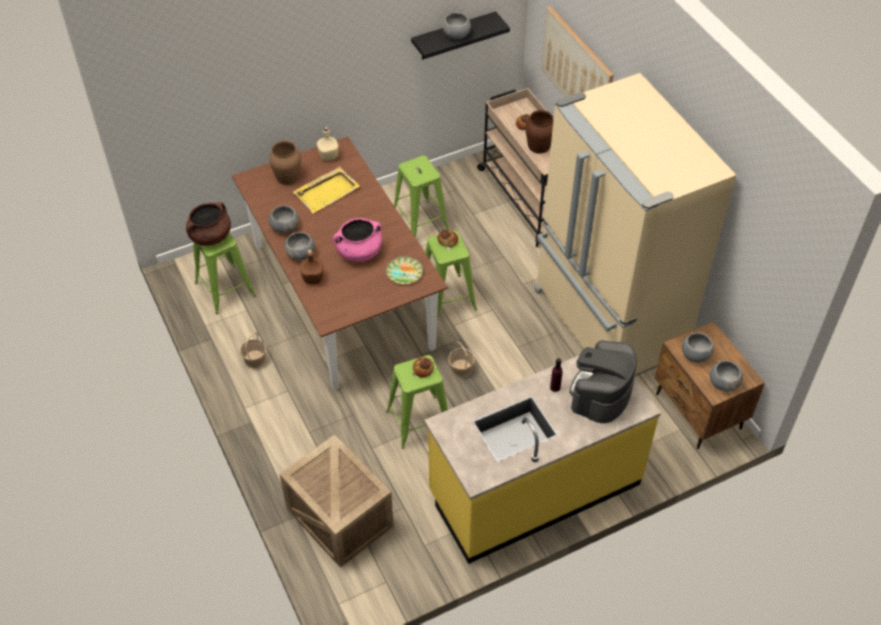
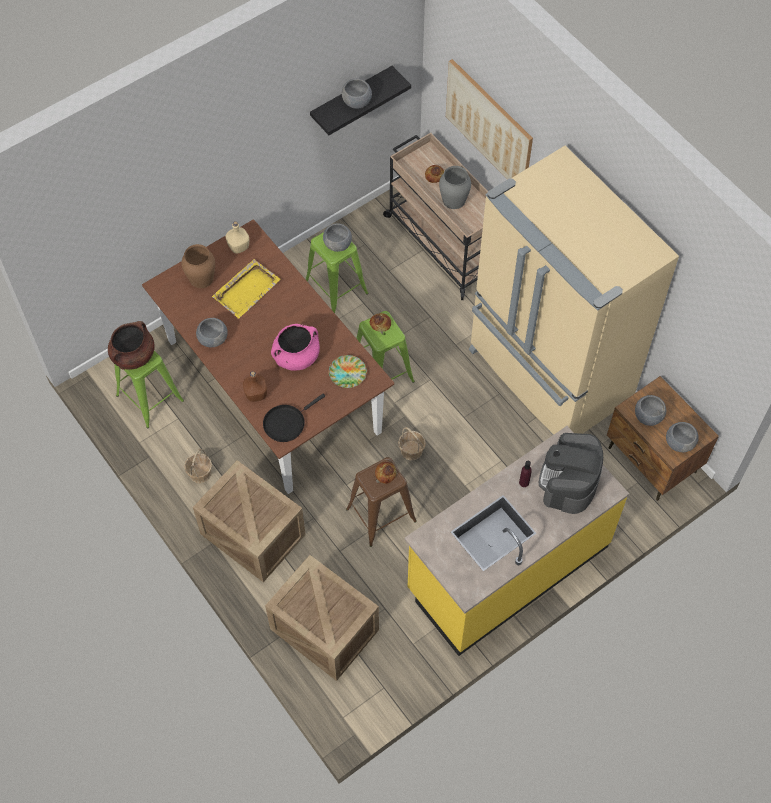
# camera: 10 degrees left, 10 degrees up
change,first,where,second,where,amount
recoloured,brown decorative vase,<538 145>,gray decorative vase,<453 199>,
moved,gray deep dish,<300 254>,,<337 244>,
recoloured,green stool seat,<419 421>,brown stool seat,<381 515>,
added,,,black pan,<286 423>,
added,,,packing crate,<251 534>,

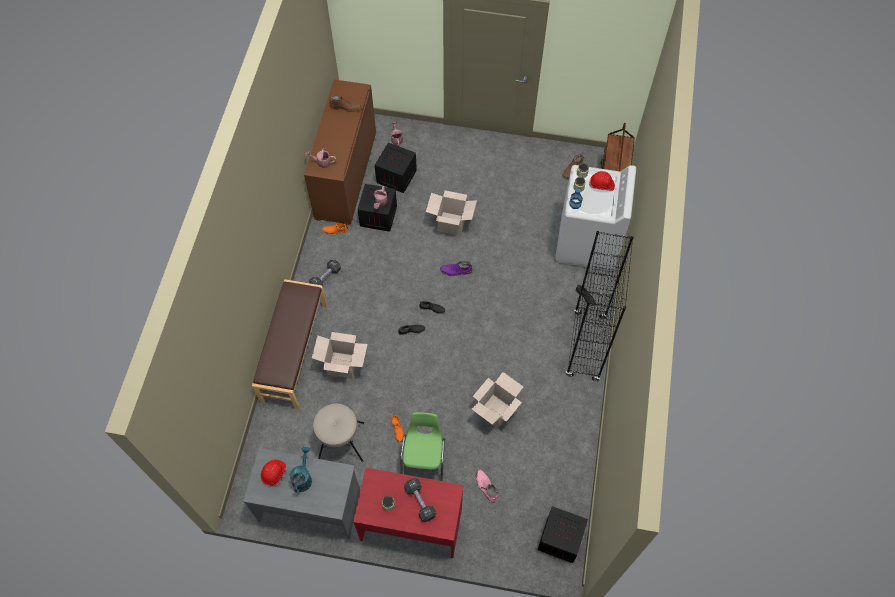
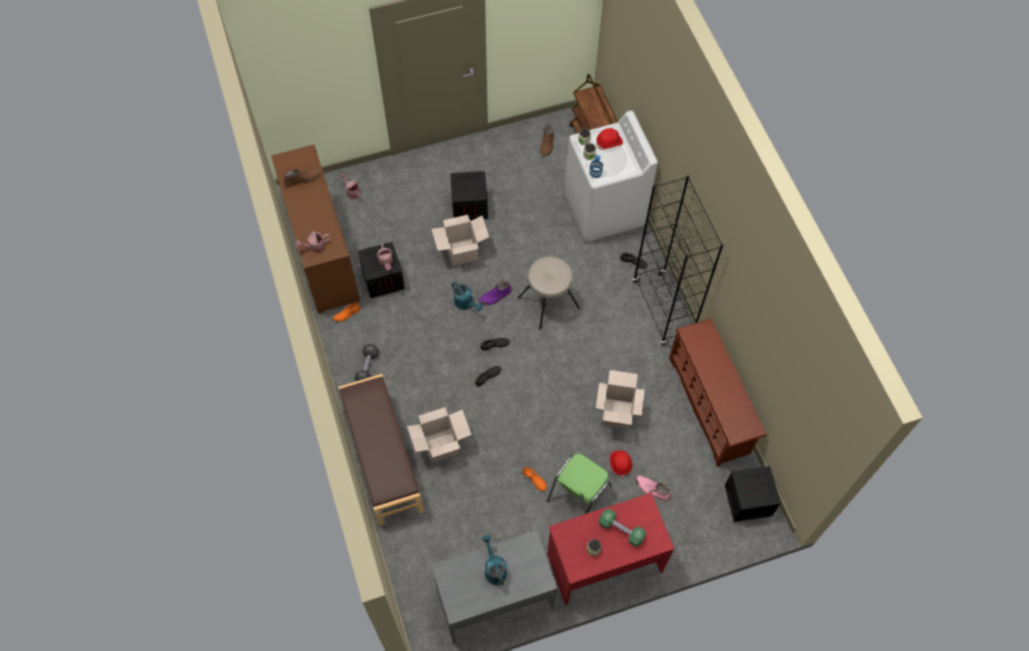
# camera: 30 degrees left, 0 degrees up
change,first,where,second,where,amount
moved,packing crate,<397 176>,,<470 205>,
moved,sand-coloured stool seat,<340 441>,,<548 302>,
turned,green upright chair,<424 458>,,<577 494>,120 degrees counterclockwise
moved,reddish hard hat,<274 473>,,<620 464>,
recoloured,black dumbbell,<420 502>,green dumbbell,<621 530>,
added,,,turquoise watering can,<466 304>,
added,,,brown shoe rack,<710 406>,

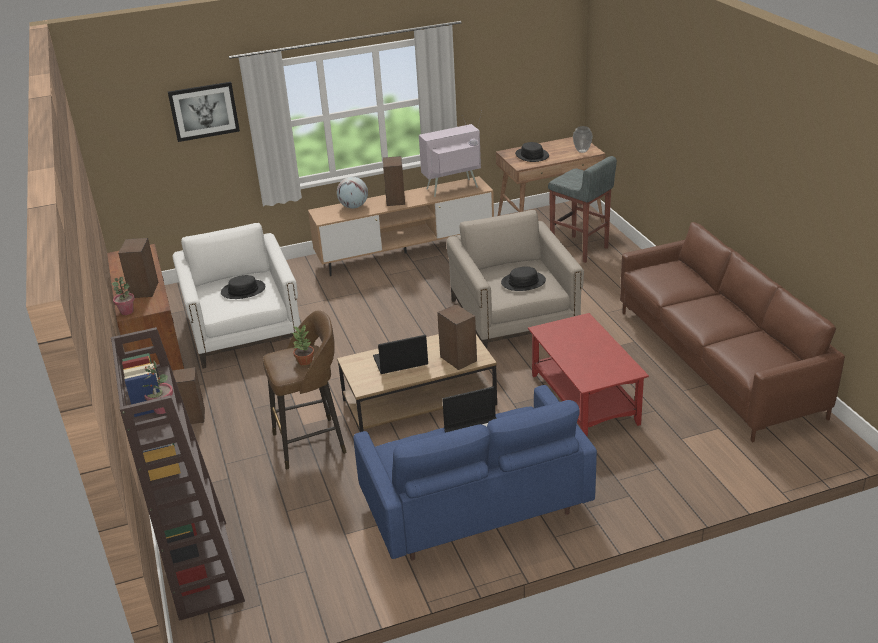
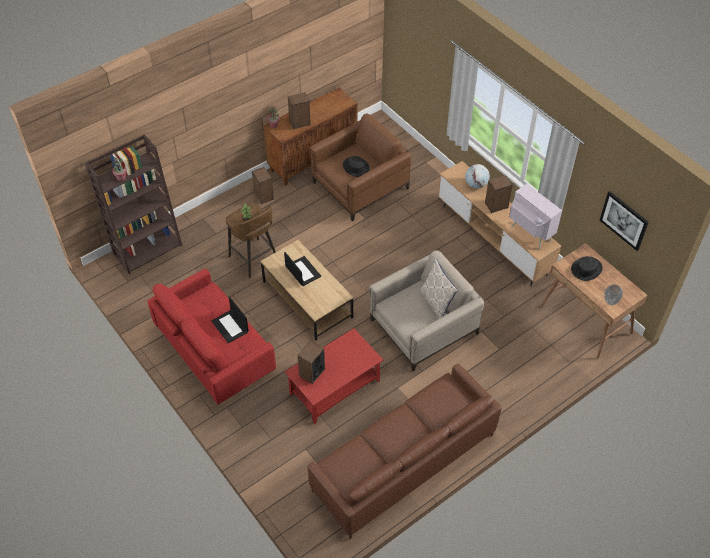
# camera: 70 degrees right, 20 degrees up
change,first,where,second,where,amount
moved,wall picture,<204 111>,,<624 220>,
removed,gray stool seat,<579 249>,,,
recoloured,white easy chair,<244 330>,brown easy chair,<360 186>,
removed,black wearable hat,<523 282>,,,
moved,audio speaker,<458 359>,,<312 372>,
recoloured,blue settee,<474 508>,reddish settee,<215 351>,
added,,,cushion,<436 302>,

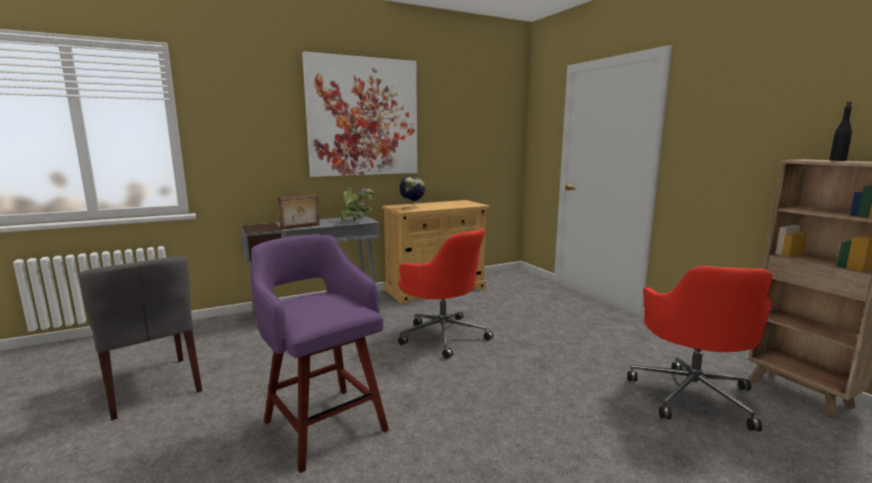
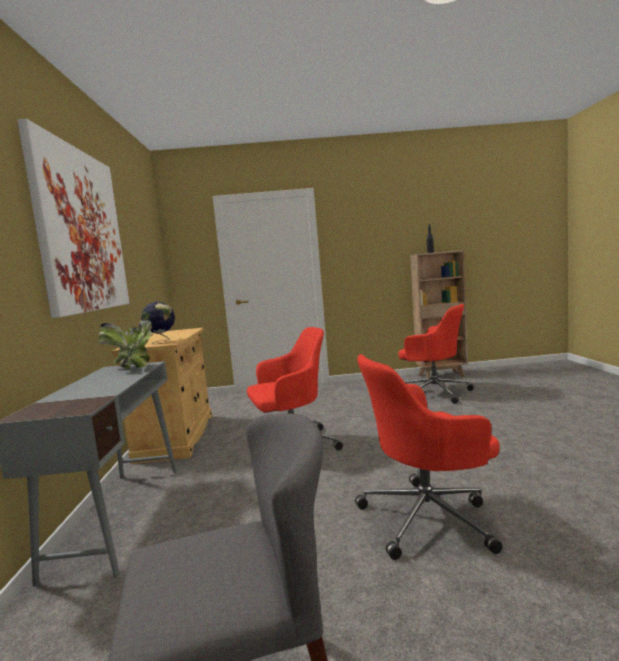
# camera: 65 degrees left, 5 degrees down
change,first,where,second,where,amount
removed,standing frame,<300 227>,,,
replaced,purple stool seat,<323 424>,reddish office chair,<429 518>,

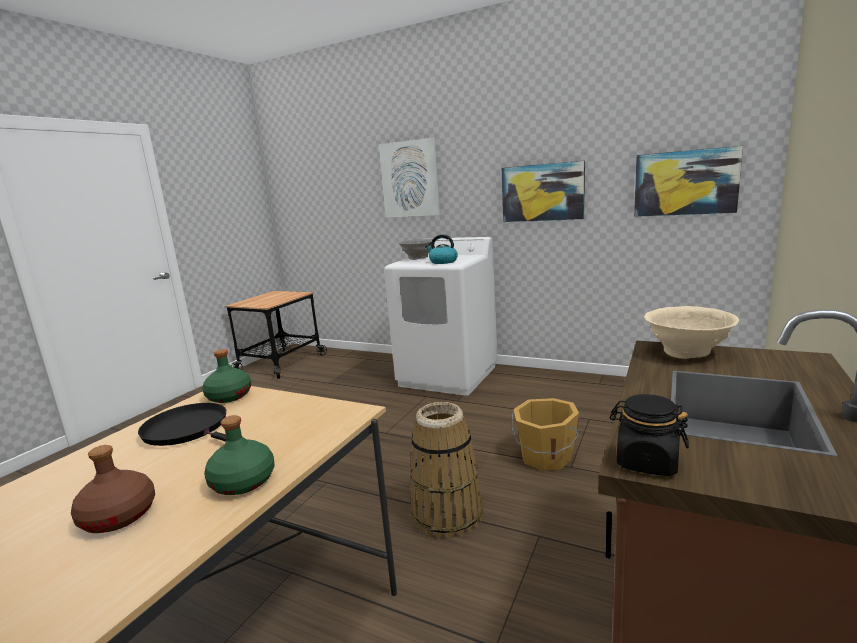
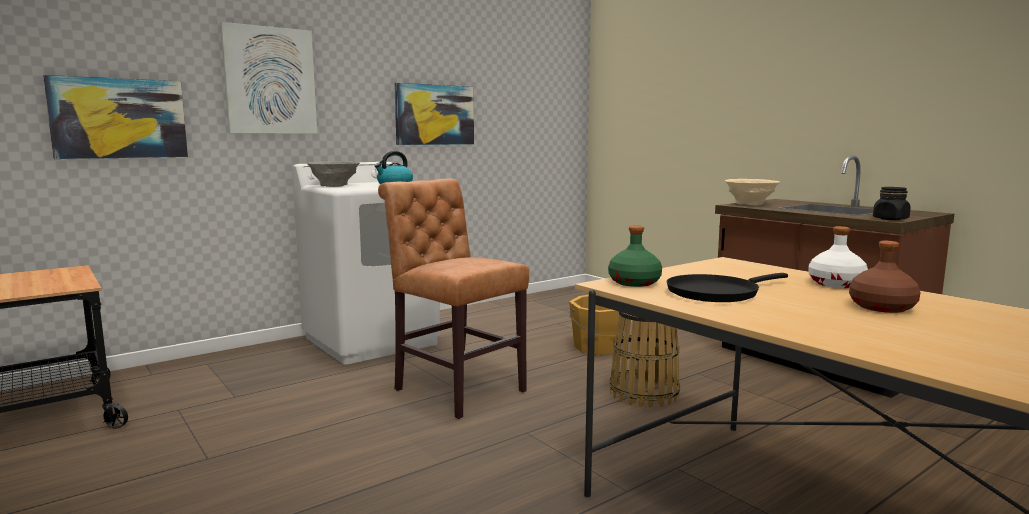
# camera: 65 degrees left, 5 degrees down
change,first,where,second,where,amount
moved,wall picture,<685 183>,,<119 118>,
recoloured,green beverage bottle,<242 482>,white beverage bottle,<837 284>,
added,,,brown upright chair,<455 389>,

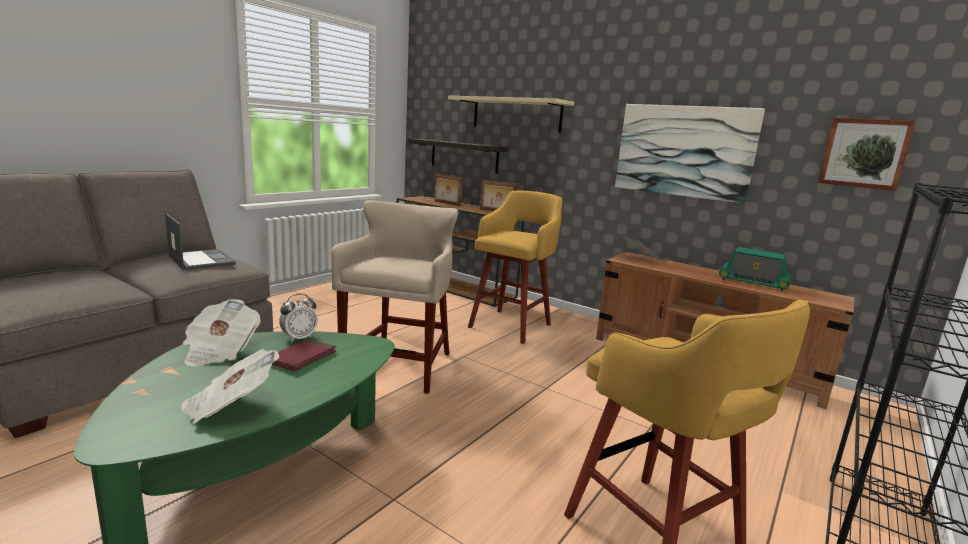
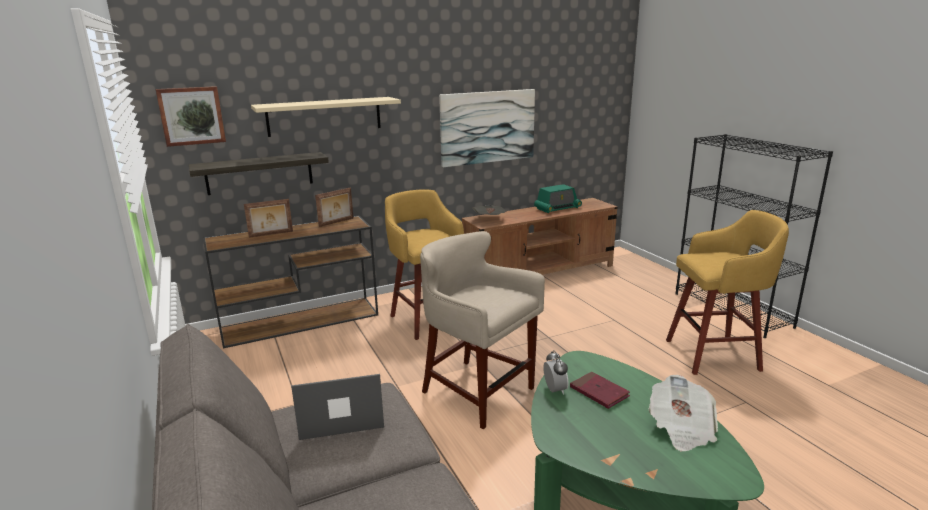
# camera: 60 degrees left, 5 degrees up
change,first,where,second,where,amount
moved,wall picture,<864 153>,,<191 116>,
removed,daily paper,<220 351>,,,

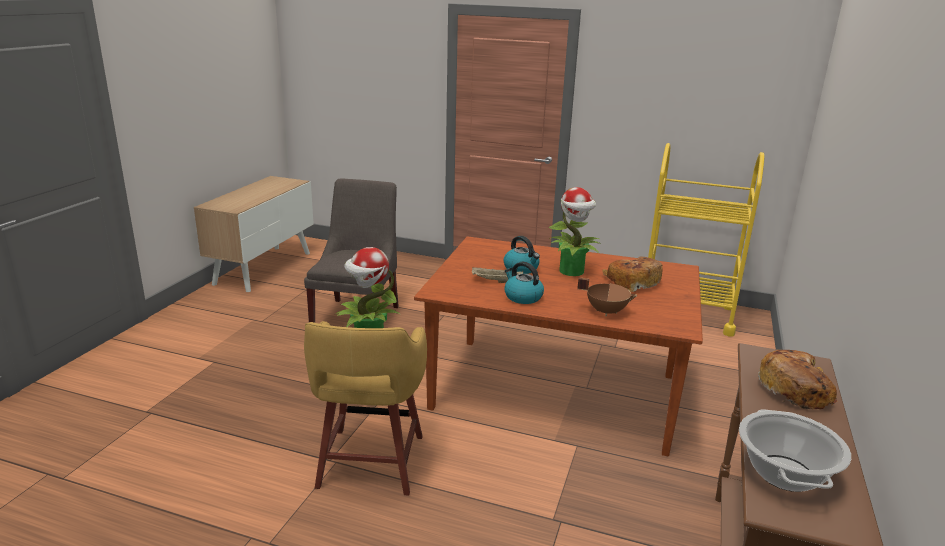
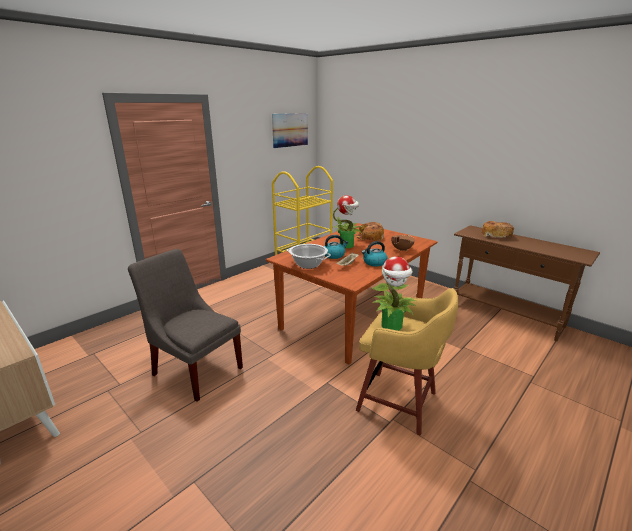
# camera: 65 degrees left, 0 degrees up
change,first,where,second,where,amount
moved,stockpot,<784 473>,,<308 264>,
added,,,wall picture,<290 130>,

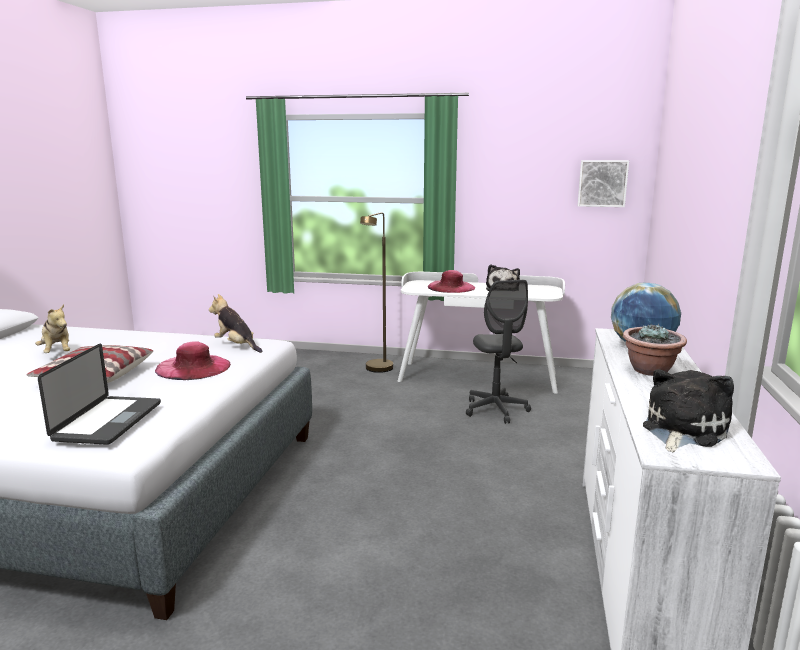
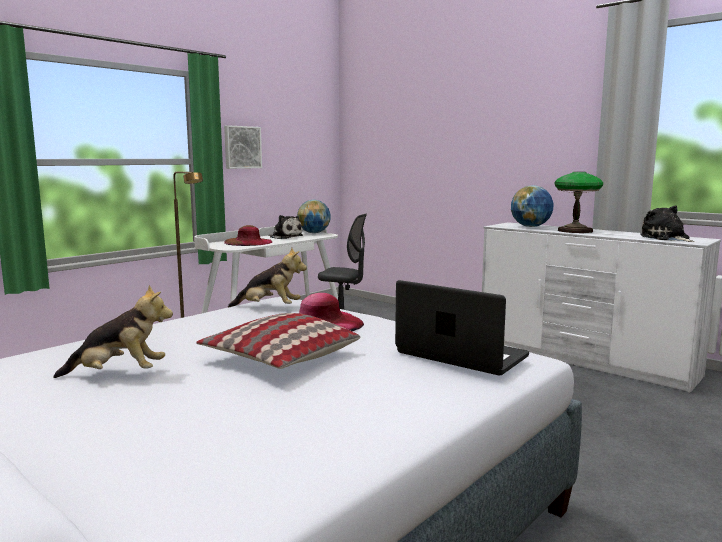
# camera: 60 degrees left, 5 degrees down
change,first,where,second,where,amount
moved,wall picture,<602 183>,,<242 147>,
recoloured,pinkish wearable hat,<451 287>,brown wearable hat,<248 242>,
turned,plush toy,<236 346>,,<269 308>,150 degrees counterclockwise
replaced,houseplant,<650 370>,table lamp,<575 231>,
added,,,desk globe,<314 233>,

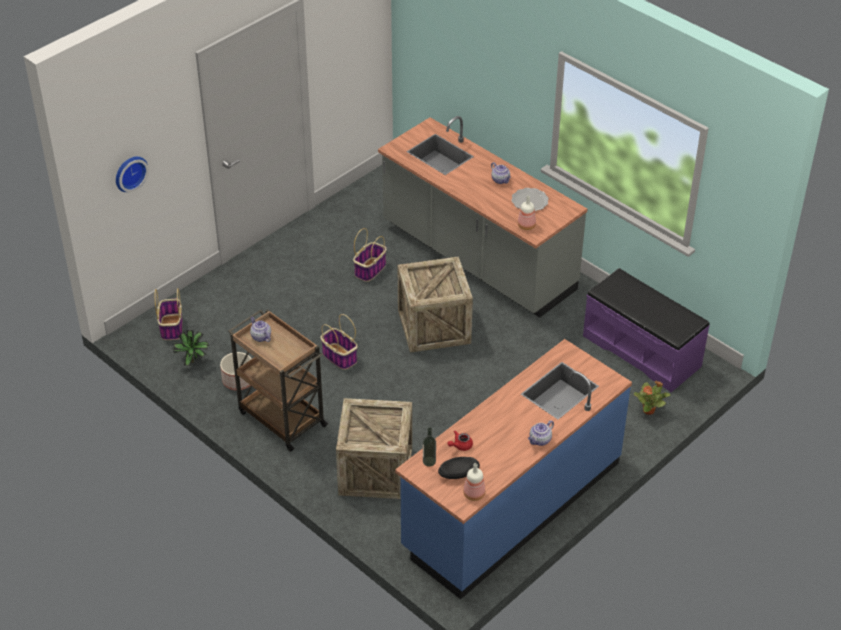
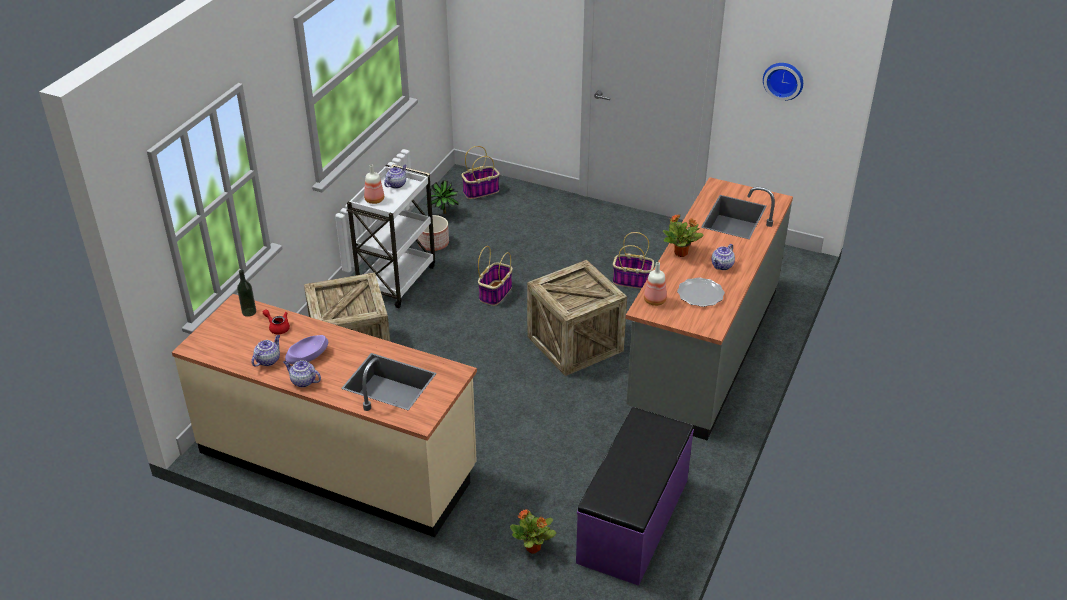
# camera: 70 degrees right, 5 degrees down
change,first,where,second,where,amount
moved,wall clock,<129 172>,,<783 80>,
recoloured,brown wheeled cart,<281 418>,white wheeled cart,<397 279>,
recoloured,blue kitchen counter,<511 505>,sand-coloured kitchen counter,<338 461>,
removed,black deep dish,<458 473>,,,
moved,beverage bottle,<474 495>,,<374 200>,
added,,,houseplant,<681 253>,
added,,,teapot,<268 360>,
added,,,purple deep dish,<308 356>,

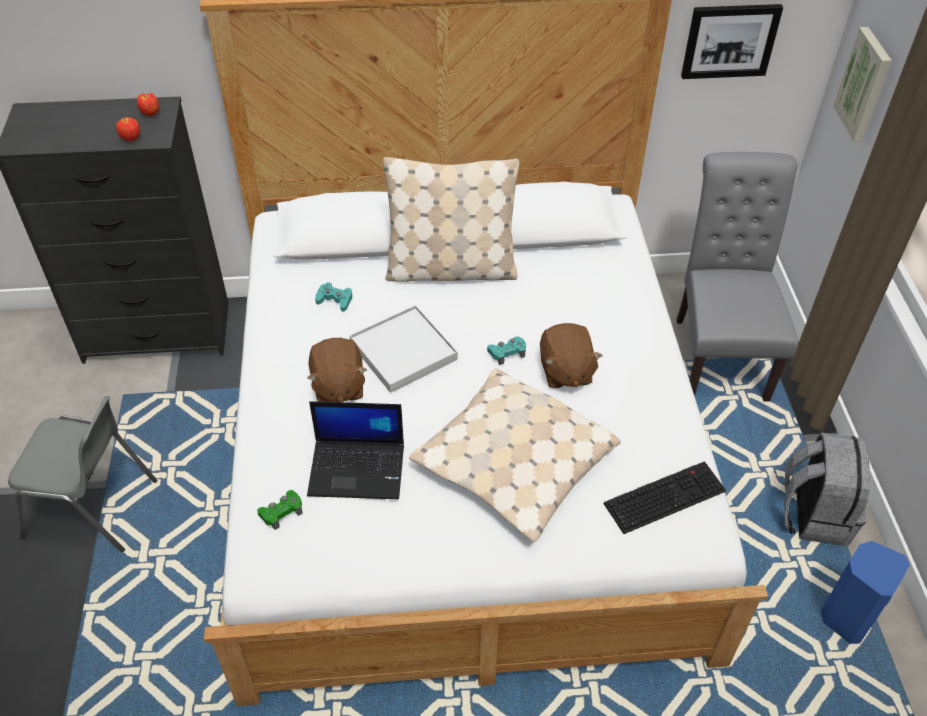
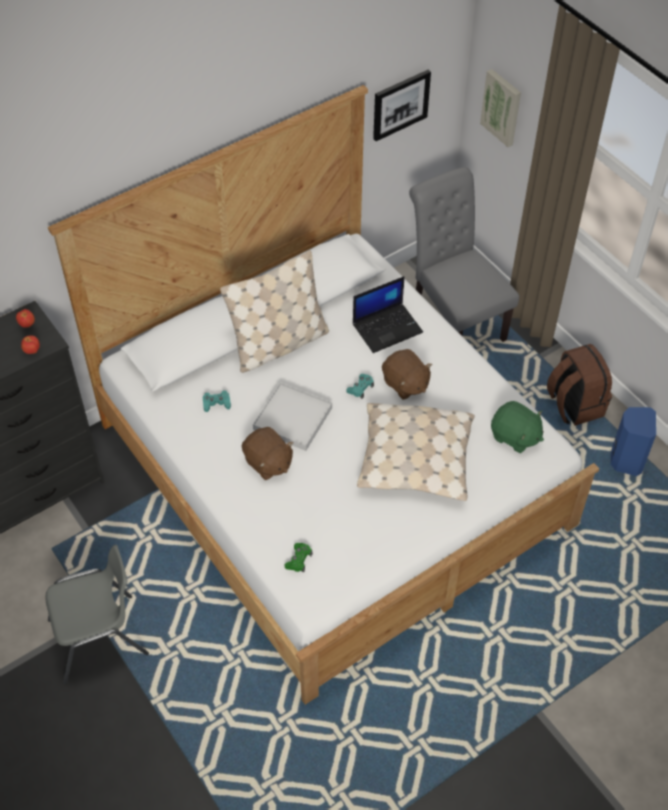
# camera: 30 degrees left, 5 degrees up
change,first,where,second,where,amount
moved,notebook computer,<358 469>,,<387 327>,
recoloured,gray backpack,<813 514>,brown backpack,<574 405>,
replaced,keyboard,<665 495>,green plush toy,<515 436>,

